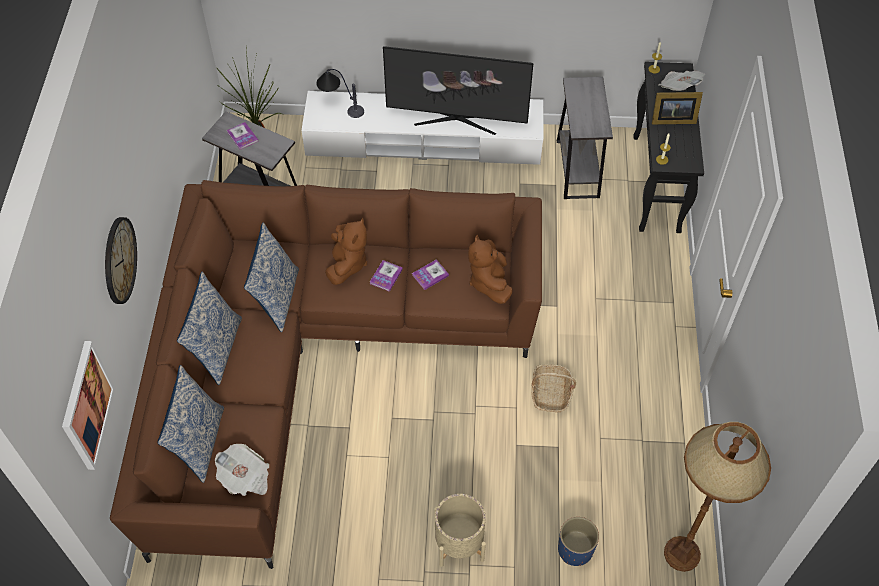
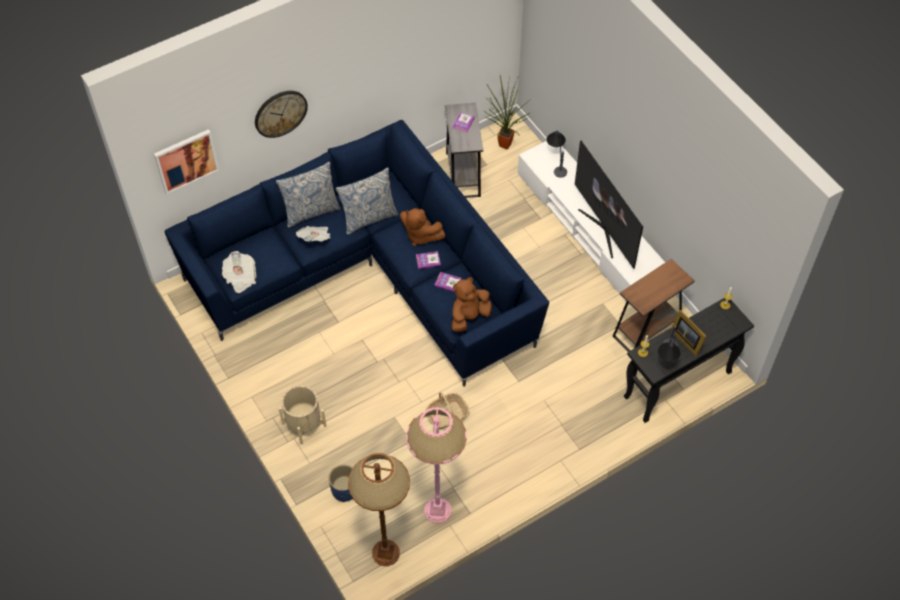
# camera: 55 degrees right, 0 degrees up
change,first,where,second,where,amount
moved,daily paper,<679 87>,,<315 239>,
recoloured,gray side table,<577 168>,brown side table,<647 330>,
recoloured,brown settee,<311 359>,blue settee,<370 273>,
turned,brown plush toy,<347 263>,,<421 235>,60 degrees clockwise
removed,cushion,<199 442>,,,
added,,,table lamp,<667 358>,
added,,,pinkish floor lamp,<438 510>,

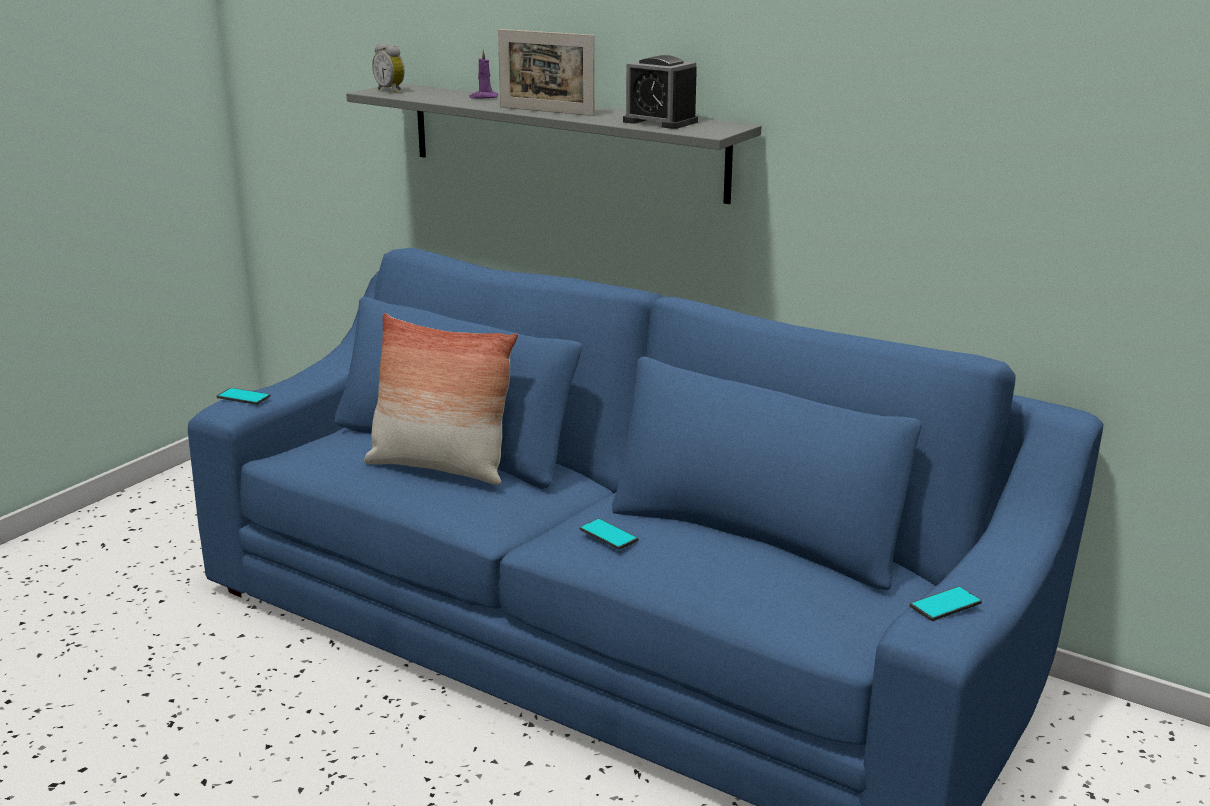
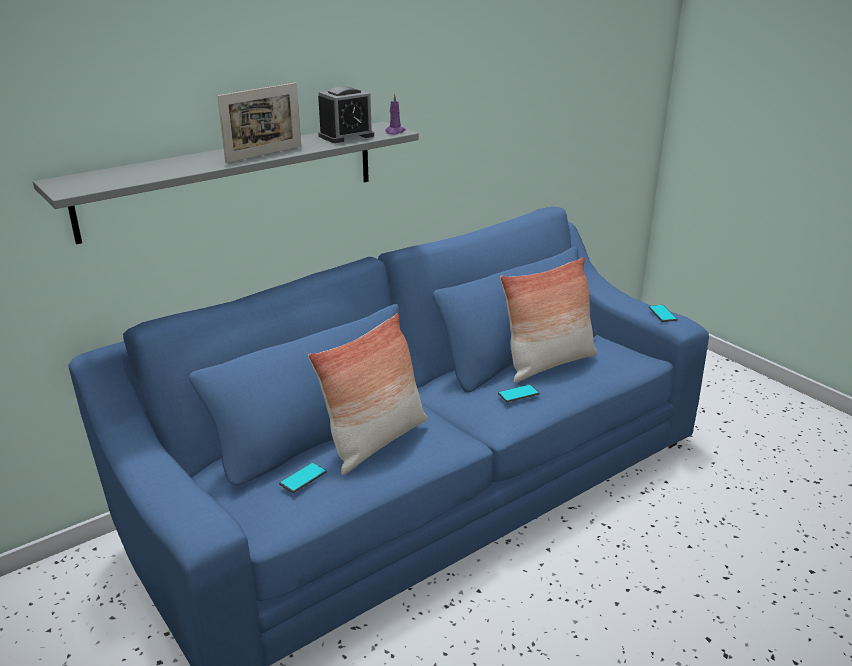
# camera: 70 degrees left, 5 degrees up
change,first,where,second,where,amount
removed,bedside clock,<391 91>,,,
moved,purple wax candle,<483 97>,,<394 132>,
moved,phone,<243 397>,,<303 478>,
added,,,cushion,<548 363>,

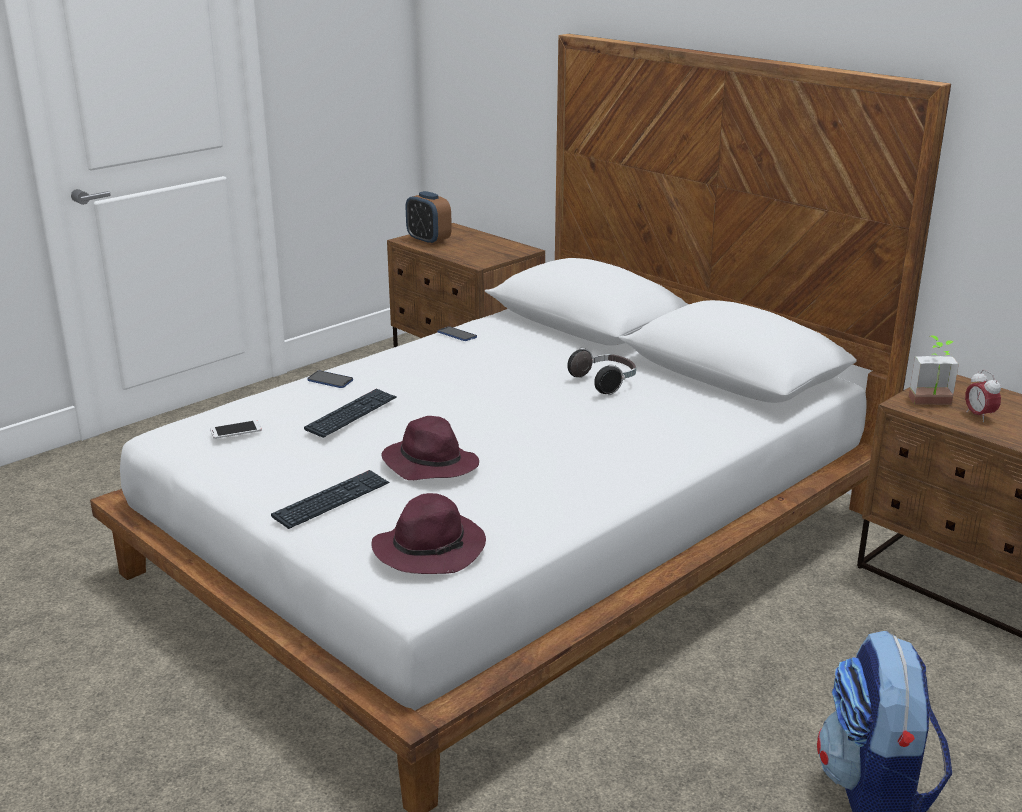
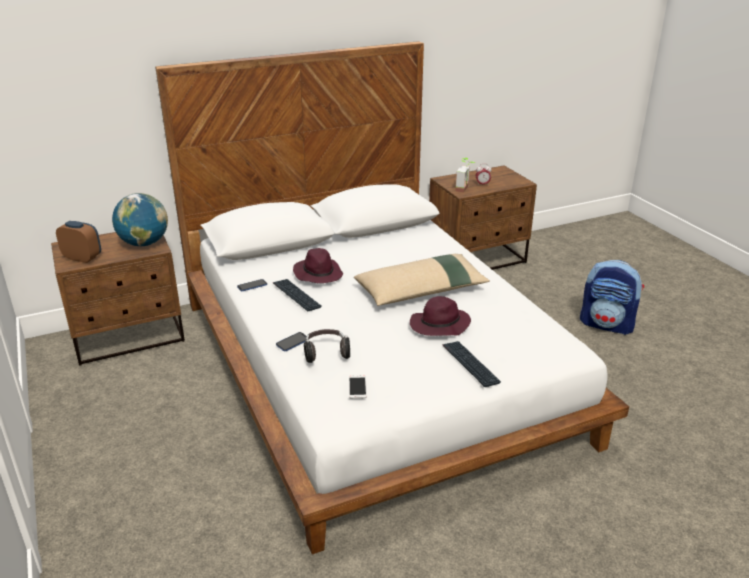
# camera: 70 degrees left, 5 degrees up
change,first,where,second,where,amount
turned,bedside clock,<428 241>,,<82 258>,135 degrees counterclockwise
moved,pair of headphones,<605 383>,,<326 353>,
moved,keyboard,<351 414>,,<296 295>,
moved,purple wearable hat,<430 548>,,<318 274>,
added,,,desk globe,<144 244>,
added,,,sand-coloured cushion,<421 290>,

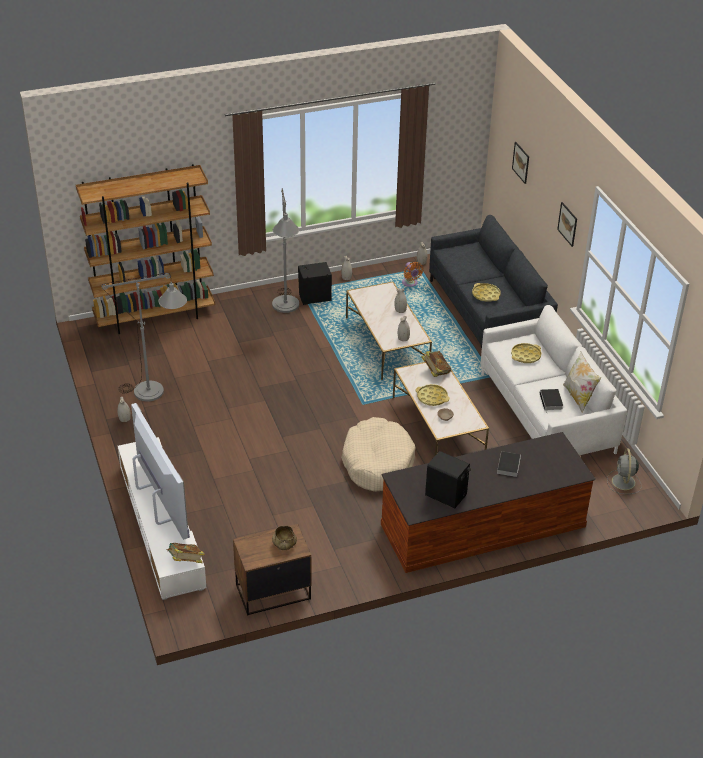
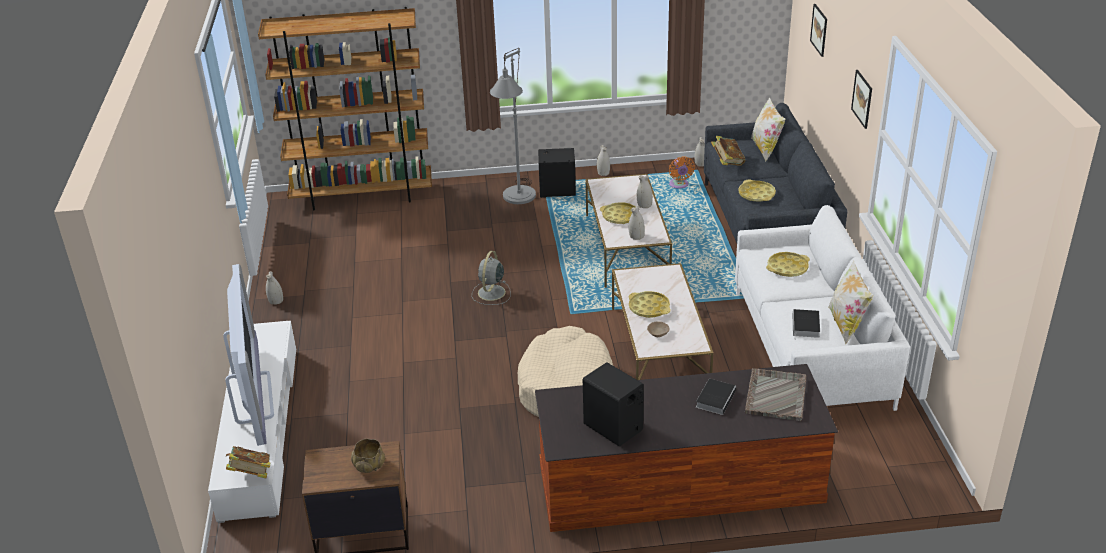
# camera: 15 degrees right, 5 degrees down
change,first,where,second,where,amount
removed,gray floor lamp,<157 393>,,,
moved,bound book,<435 371>,,<727 162>,
moved,gray cooling fan,<623 482>,,<491 293>,
added,,,cushion,<765 149>,
added,,,yellow carrying tray,<620 216>,
added,,,gray carrying tray,<776 395>,

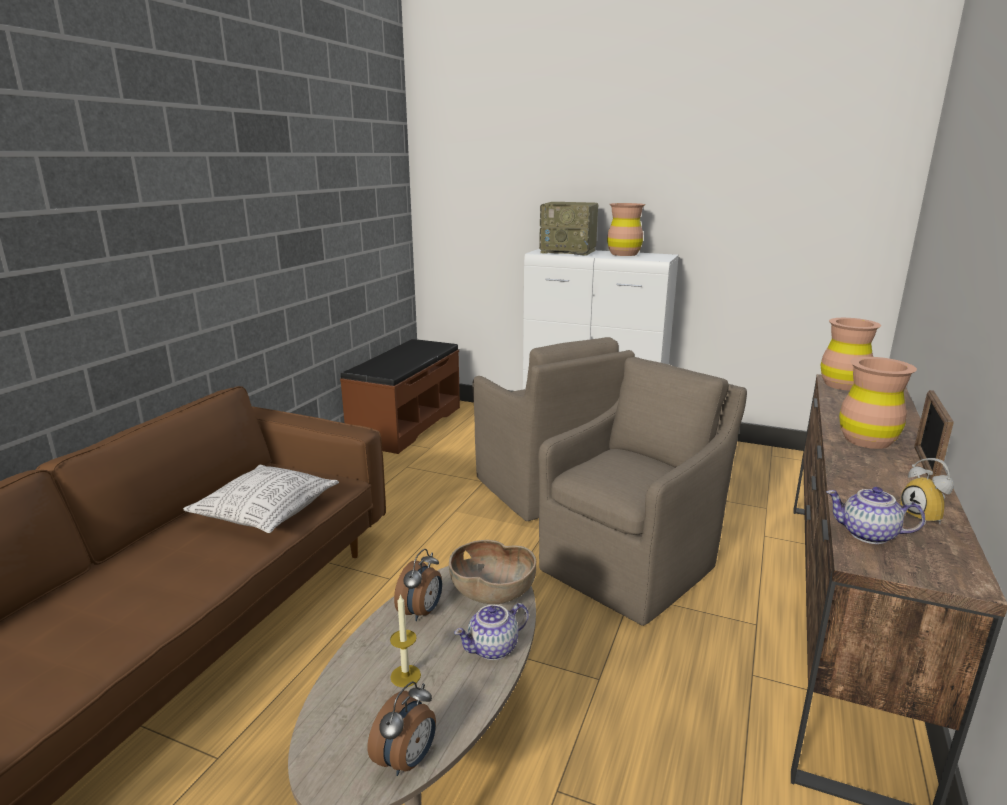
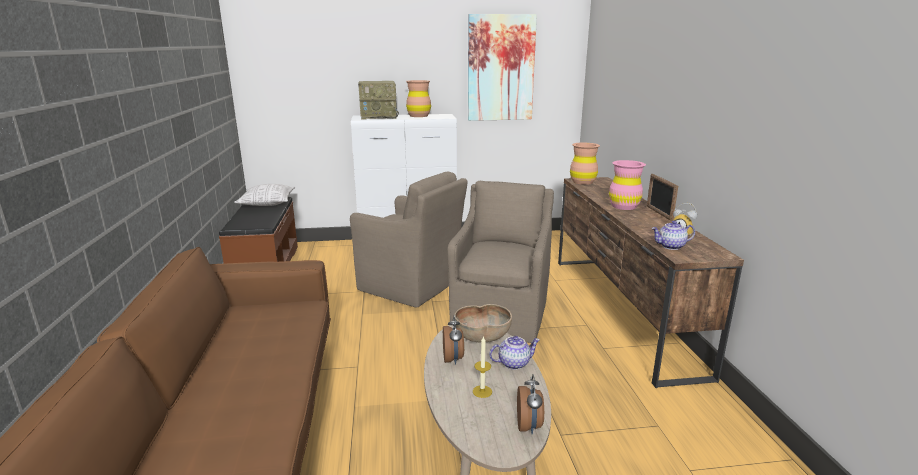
# camera: 30 degrees left, 0 degrees up
change,first,where,second,where,amount
recoloured,brown decorative vase,<867 440>,pinkish decorative vase,<624 206>,
moved,cushion,<267 512>,,<267 203>,
turned,teapot,<493 649>,,<514 363>,135 degrees counterclockwise
added,,,wall picture,<501 68>,

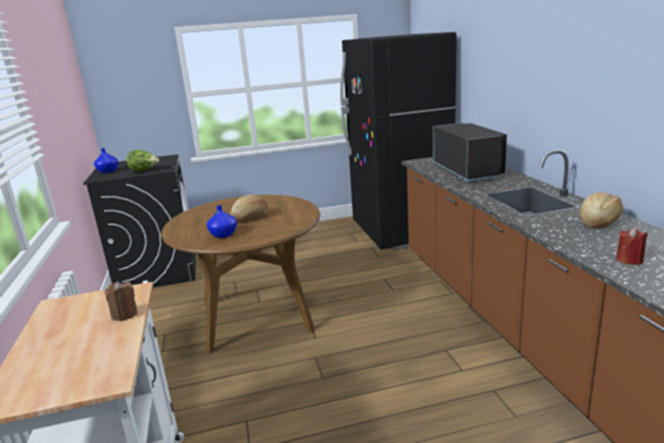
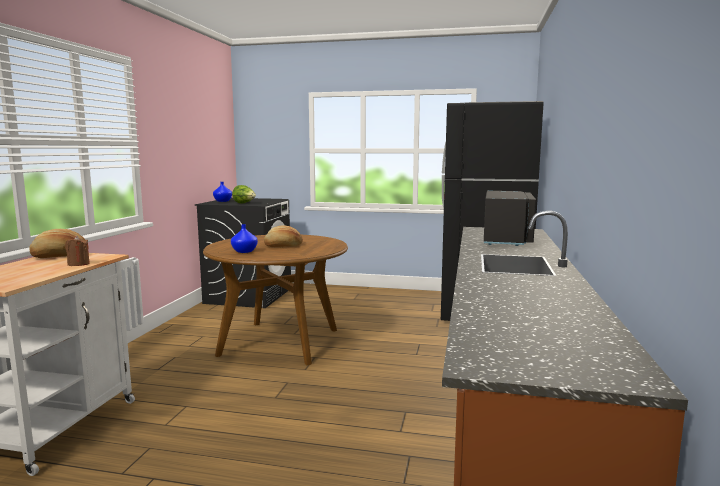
# camera: 25 degrees right, 10 degrees down
change,first,where,second,where,amount
moved,baked bread,<598 221>,,<60 256>,
removed,reddish wax candle,<629 260>,,,

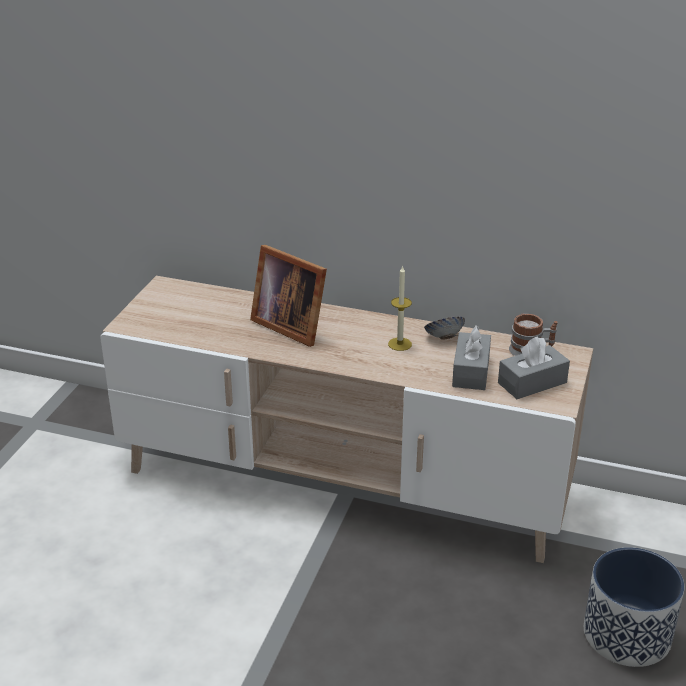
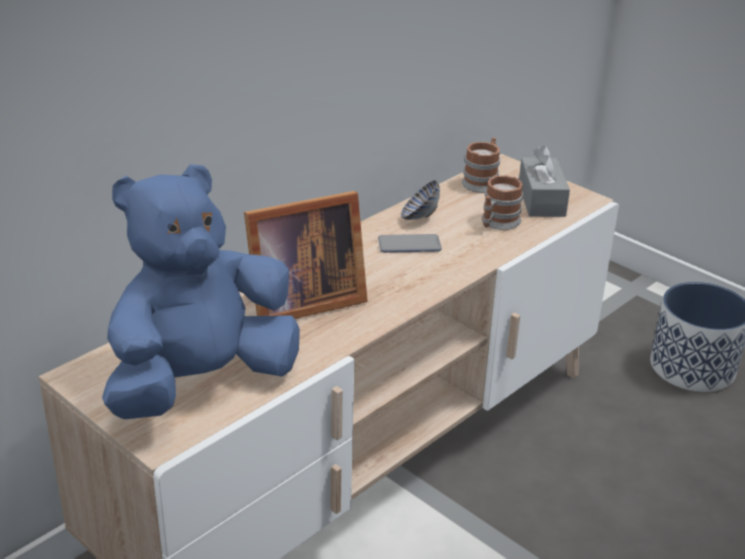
# camera: 65 degrees left, 0 degrees up
change,first,where,second,where,amount
replaced,wax candle,<399 344>,phone,<409 245>,
replaced,gray tissue box,<471 371>,mug,<497 223>,
added,,,blue plush toy,<201 382>,

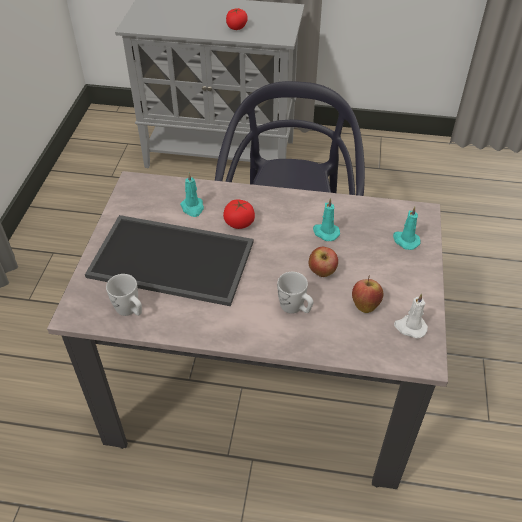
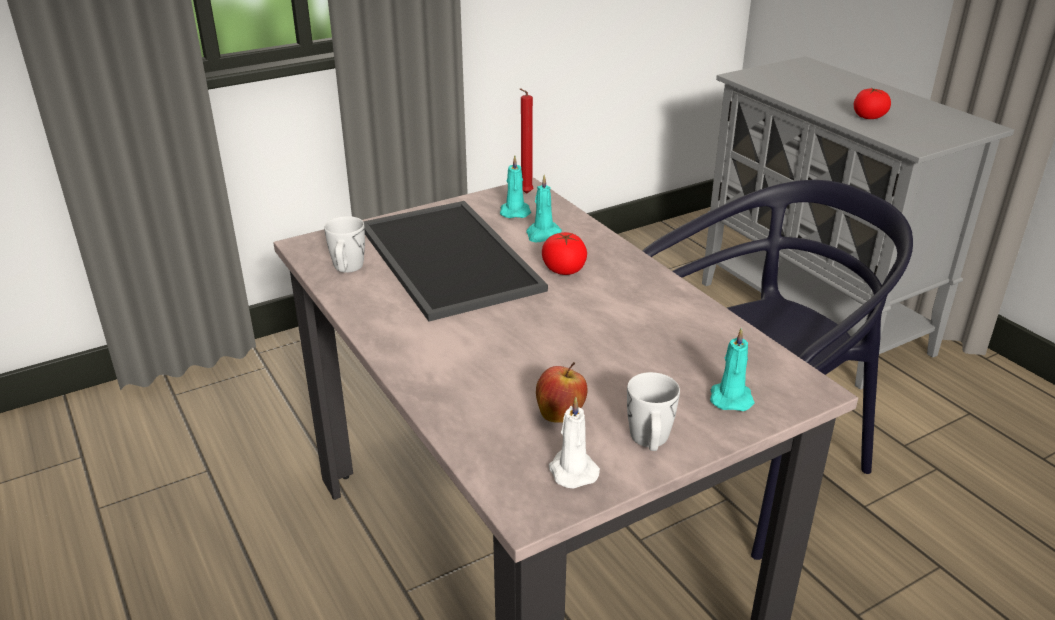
# camera: 50 degrees right, 15 degrees down
change,first,where,second,where,amount
moved,turquoise wax candle,<325 232>,,<515 211>,
removed,apple fruit,<322 272>,,,
moved,white mug,<295 308>,,<650 441>,
added,,,reddish wax candle,<525 194>,

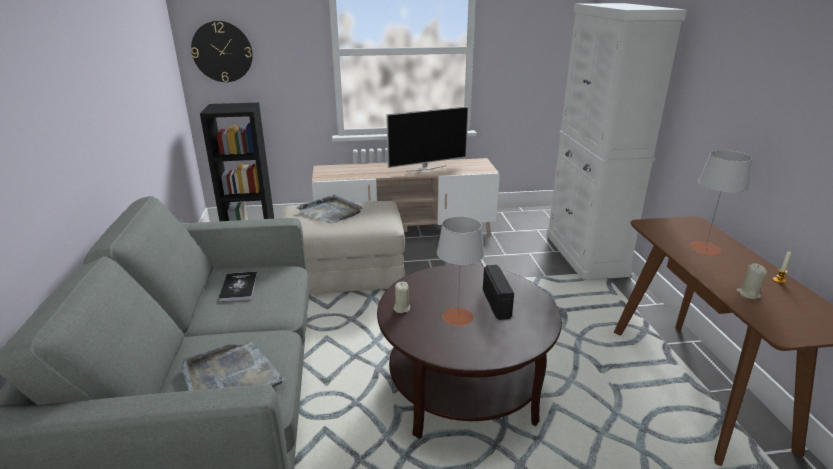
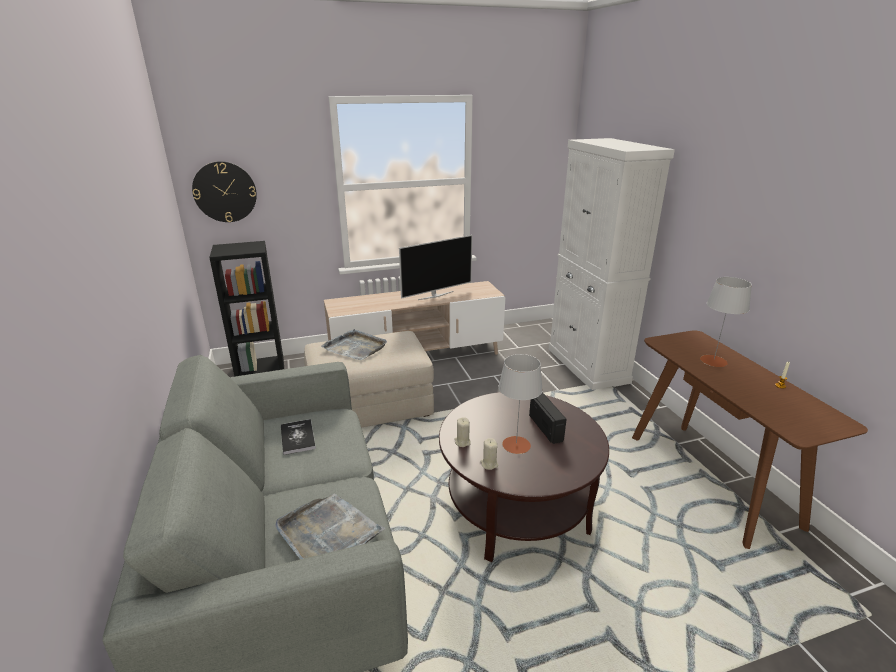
# camera: 10 degrees left, 0 degrees up
change,first,where,second,where,amount
moved,sand-coloured wax candle,<748 294>,,<489 464>,

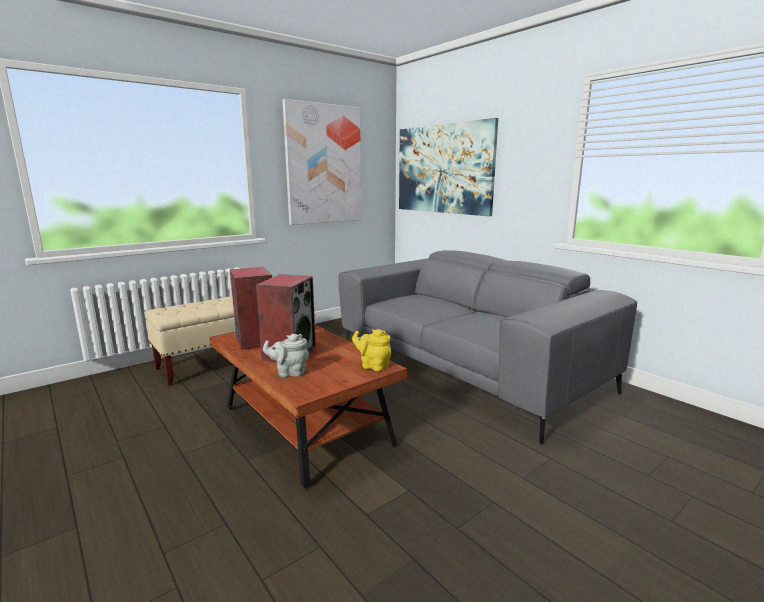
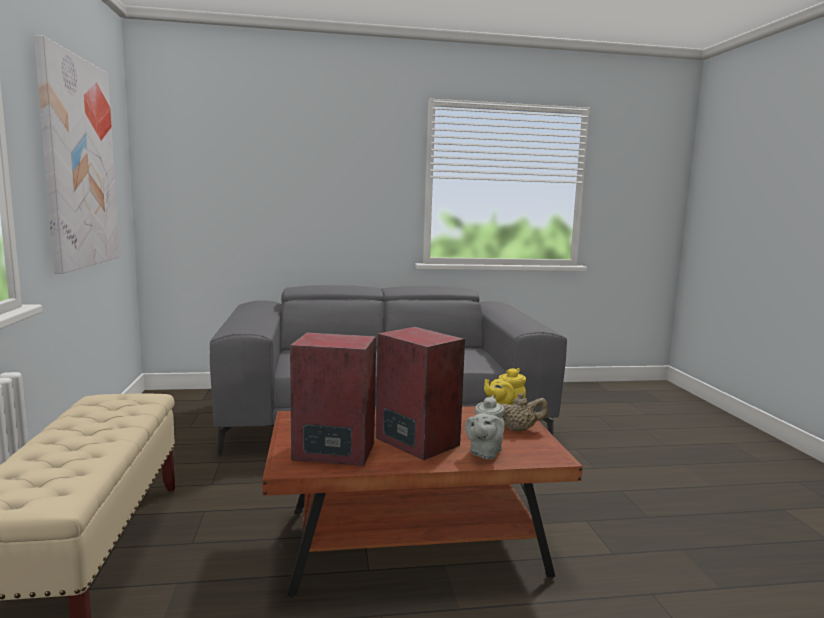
# camera: 60 degrees left, 5 degrees down
change,first,where,second,where,amount
removed,wall picture,<443 169>,,,
added,,,sand-coloured teapot,<520 429>,

